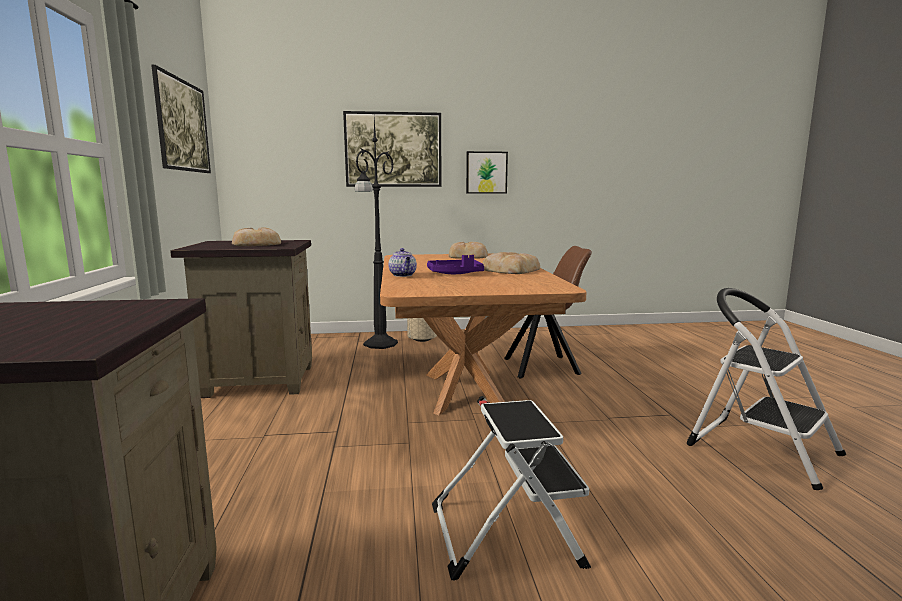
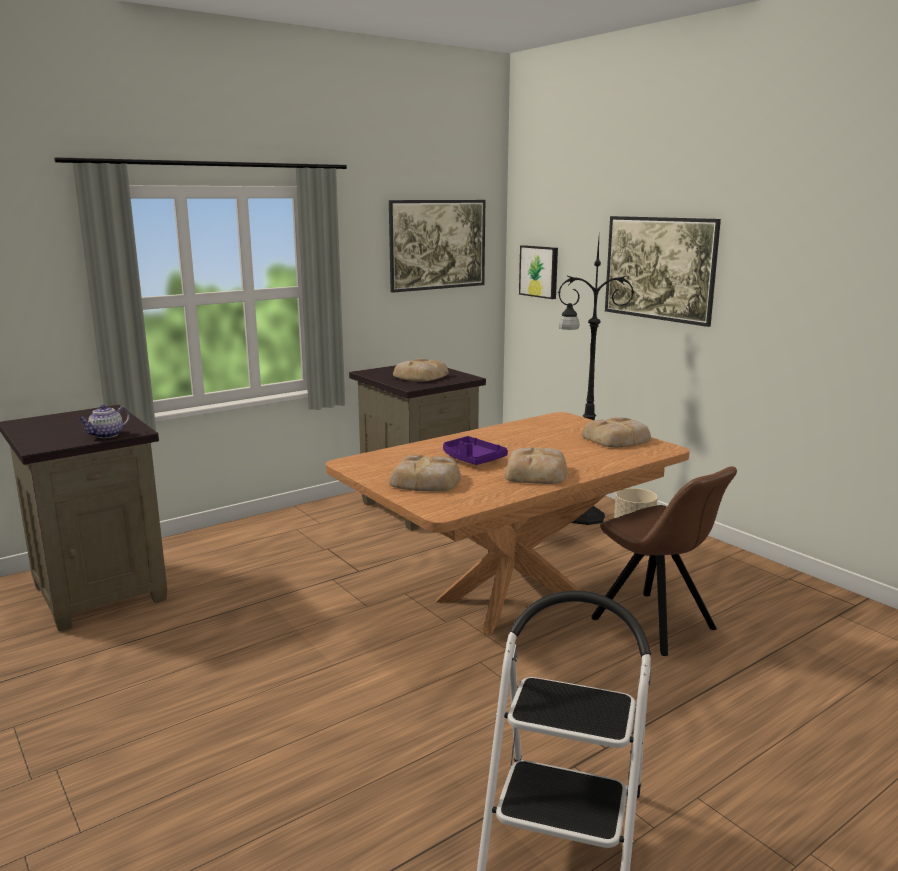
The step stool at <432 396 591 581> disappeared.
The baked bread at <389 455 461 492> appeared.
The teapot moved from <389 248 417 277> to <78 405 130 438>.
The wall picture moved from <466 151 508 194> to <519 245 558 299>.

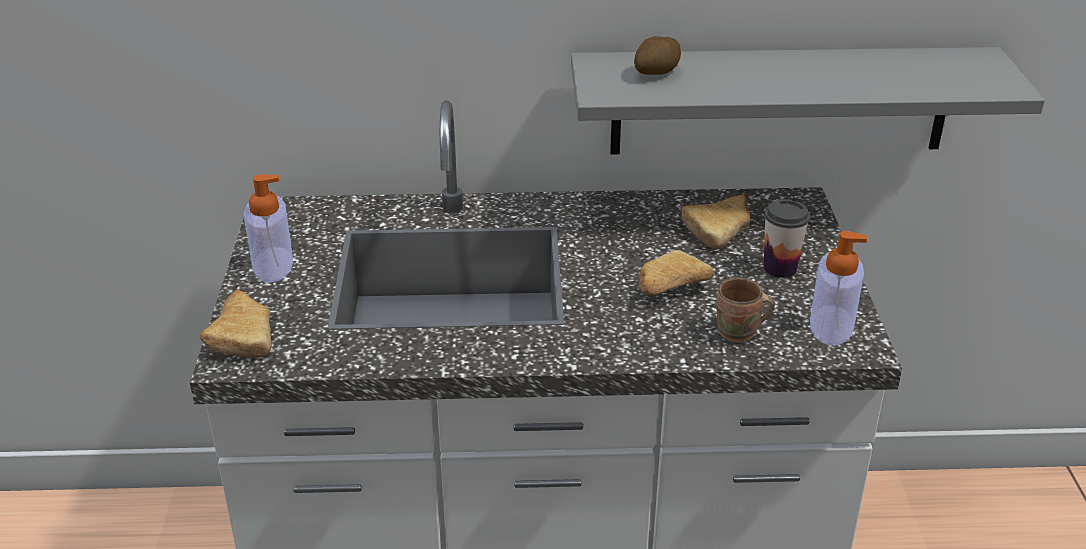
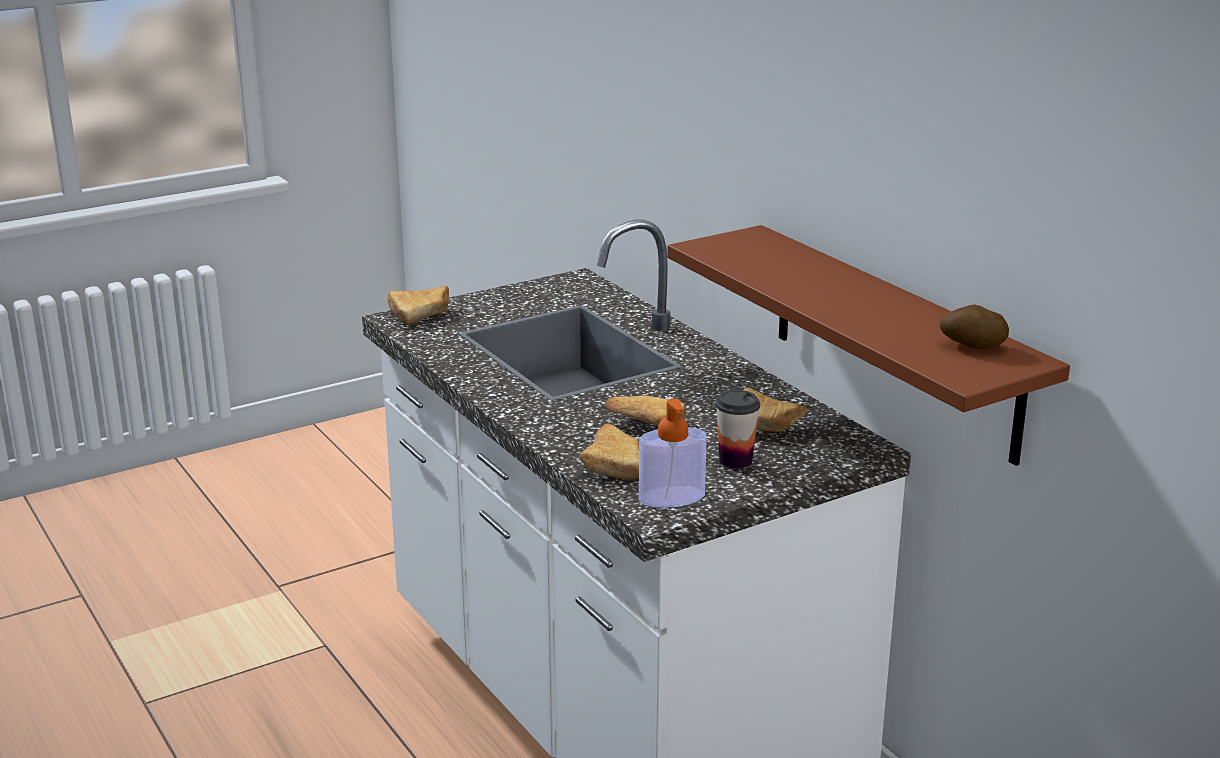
The liquid soap bottle at <244 174 293 283> disappeared.
The spud moved from <634 36 681 75> to <939 305 1009 349>.
The brown-coloured mug at <716 278 775 343> was replaced by the baked bread at <579 423 639 480>.
The gray wall shelf at <571 47 1045 154> became the brown-coloured wall shelf at <667 225 1070 466>.

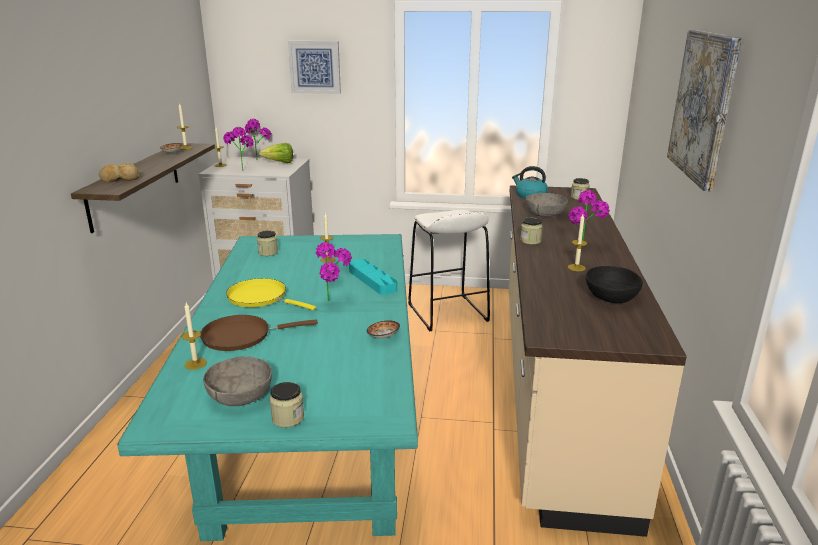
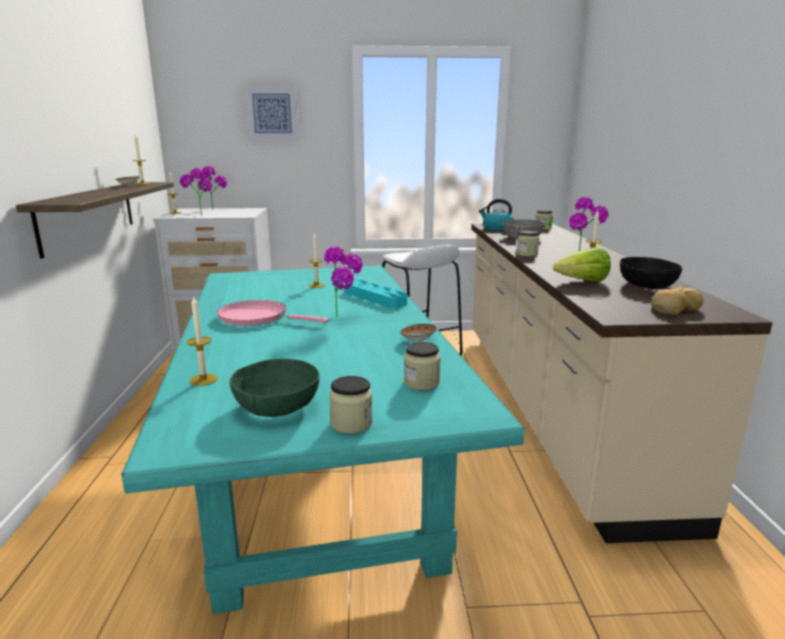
The brown-coloured frying pan at <200 315 318 351> disappeared.
The wall picture at <667 30 742 191> disappeared.
The baked bread moved from <99 163 139 182> to <651 286 703 315>.
The jar moved from <257 230 278 256> to <404 342 440 390>.
The lettuce moved from <259 143 293 163> to <553 247 611 282>.
The gray serving bowl at <203 356 272 406> became the green serving bowl at <230 359 320 417>.
The yellow-coloured frying pan at <226 278 316 310> became the pink frying pan at <217 300 329 326>.

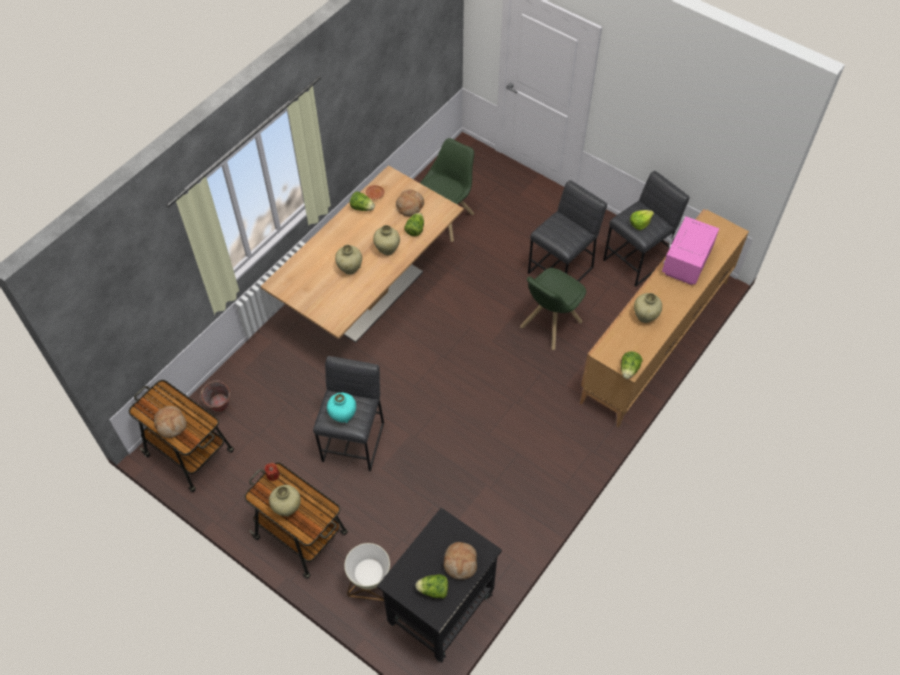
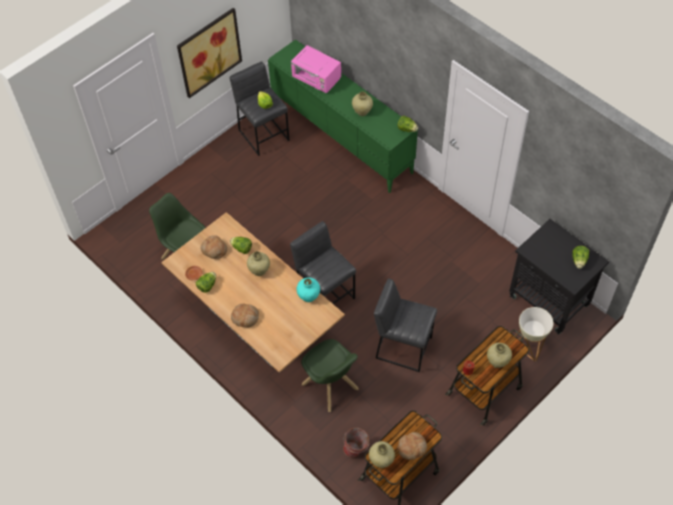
The wall picture at <177 8 242 98> appeared.
The turquoise-coloured vase moved from <327 392 356 423> to <297 278 320 302>.
The beige-coloured vase moved from <335 245 362 275> to <369 441 395 468>.
The baked bread moved from <444 542 477 580> to <231 304 259 327>.
The green chair moved from <520 268 586 350> to <301 339 359 412>.
The gray sitting stool moved from <528 180 607 282> to <290 221 356 304>.
The brown-coloured cupboard at <580 209 749 428> became the green cupboard at <268 39 418 193>.

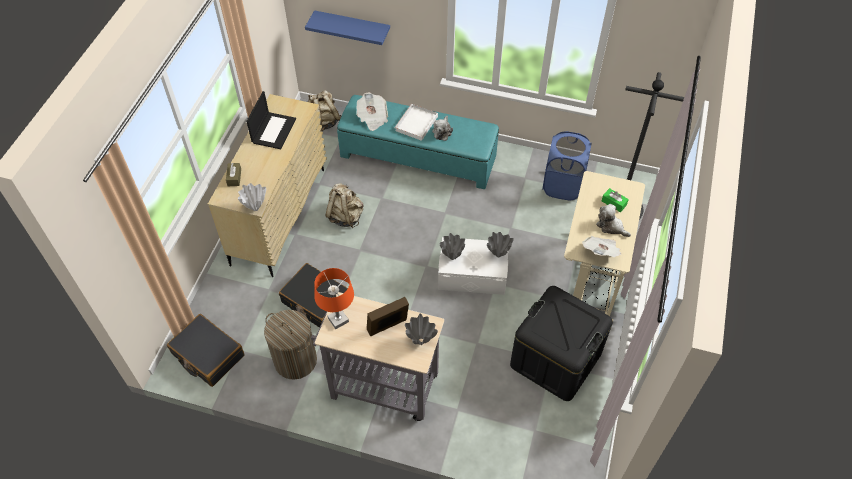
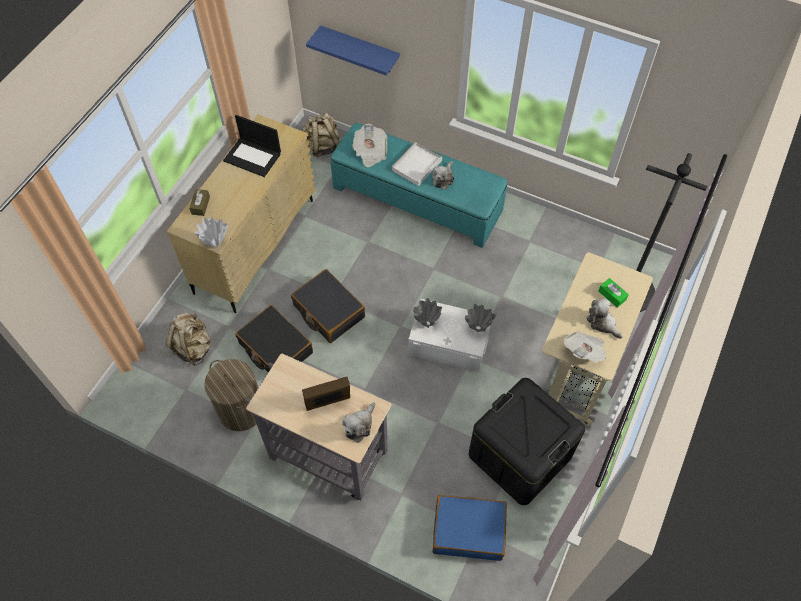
The orange lamp for a table at <314 268 354 329> disappeared.
The blue washing basket at <542 131 592 200> disappeared.
The blue suitcase at <433 495 507 561> appeared.
The blackish suitcase moved from <167 314 244 387> to <291 269 365 343>.
The beige-coloured backpack moved from <325 184 363 228> to <166 313 211 366>.
The gray vase at <405 314 438 345> was replaced by the soft toy at <342 402 375 443>.
The portable computer at <246 91 296 149> turned 90 degrees clockwise.

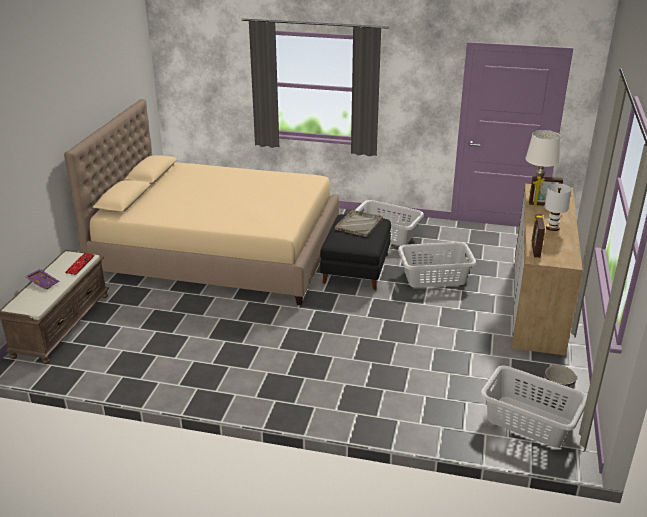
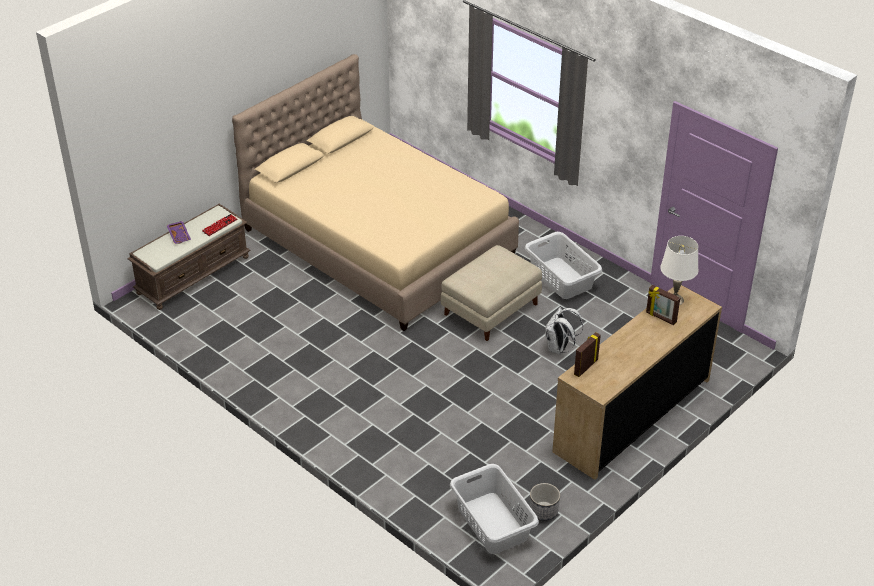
The gray serving tray at <335 210 383 237> disappeared.
The white-coloured lamp for a table at <544 183 572 231> disappeared.
The gray washing basket at <398 242 476 287> was replaced by the white-coloured backpack at <545 307 583 354>.
The blackish ottoman at <320 214 391 290> became the beige-coloured ottoman at <441 245 542 341>.

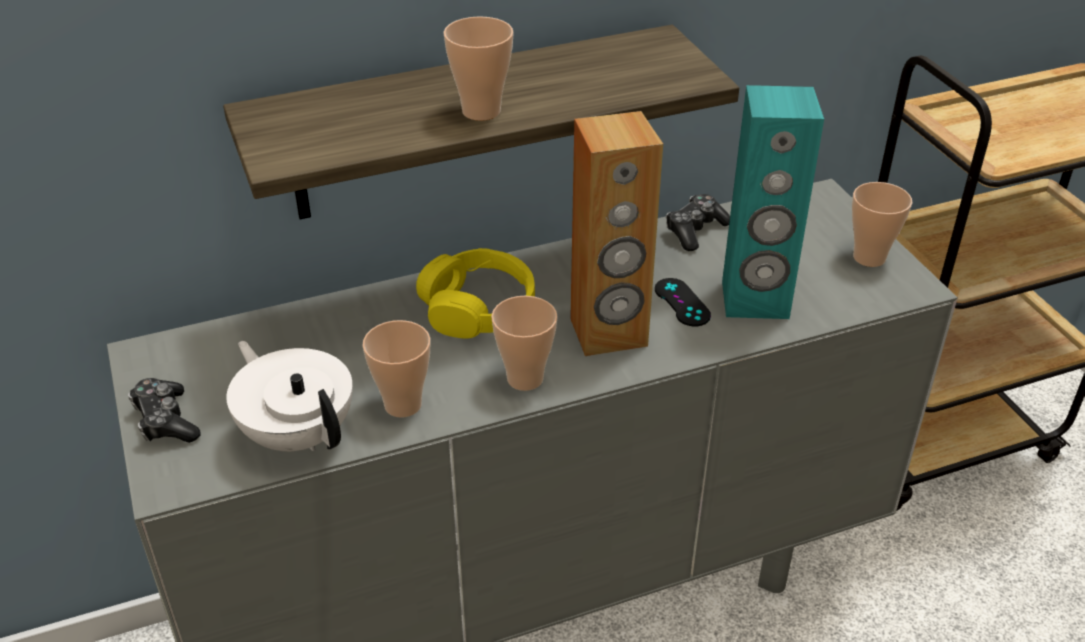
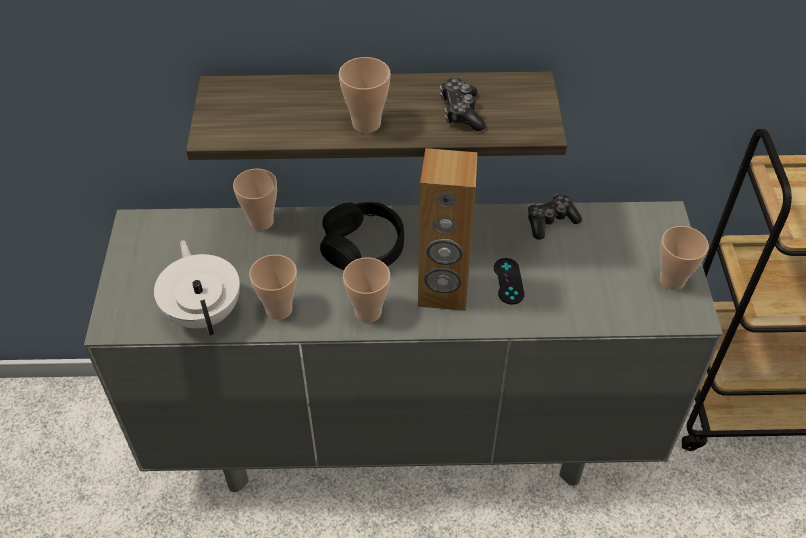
The turquoise-coloured audio speaker at <722 85 824 319> disappeared.
The cup at <233 169 277 231> appeared.
The gamepad moved from <128 378 201 443> to <440 78 486 131>.
The yellow-coloured headphones at <416 248 535 339> became the blackish headphones at <320 202 404 270>.

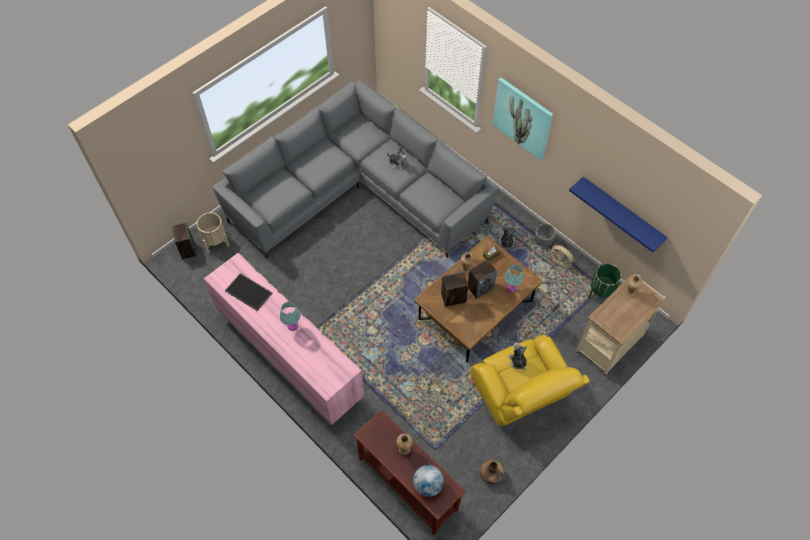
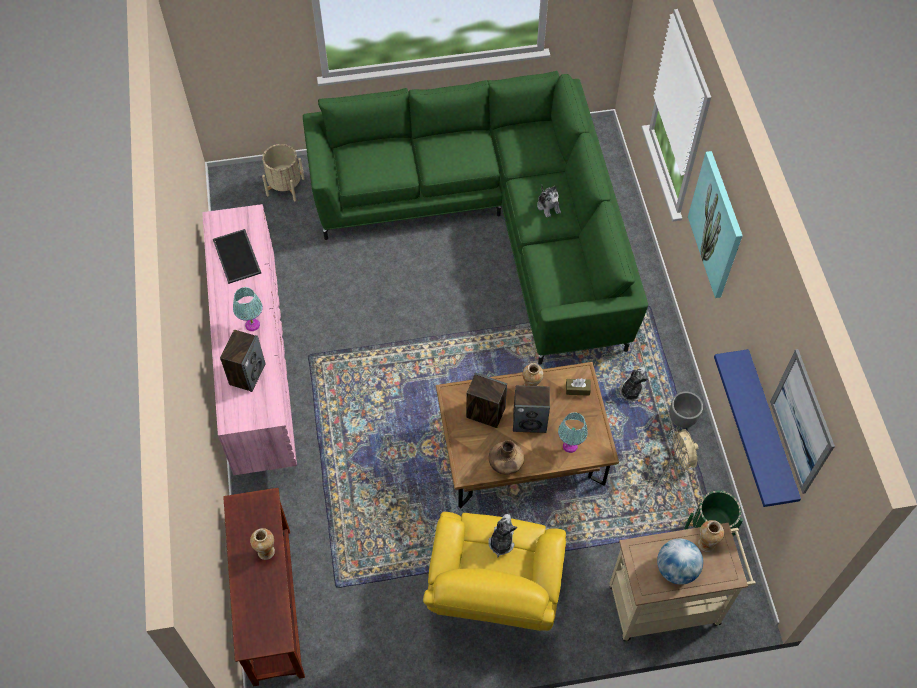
The wall picture at <770 349 835 494> appeared.
The audio speaker moved from <172 222 197 259> to <220 330 266 392>.
The world globe moved from <413 465 444 497> to <657 539 703 585>.
The brown-coloured vase moved from <480 460 504 484> to <489 440 524 475>.
The gray settee at <213 80 499 259> became the green settee at <303 71 648 365>.

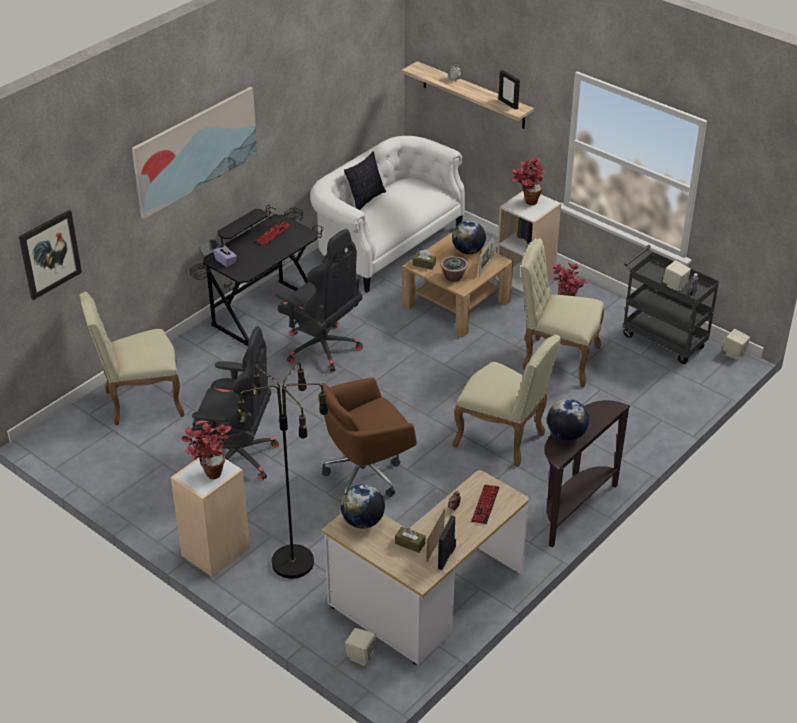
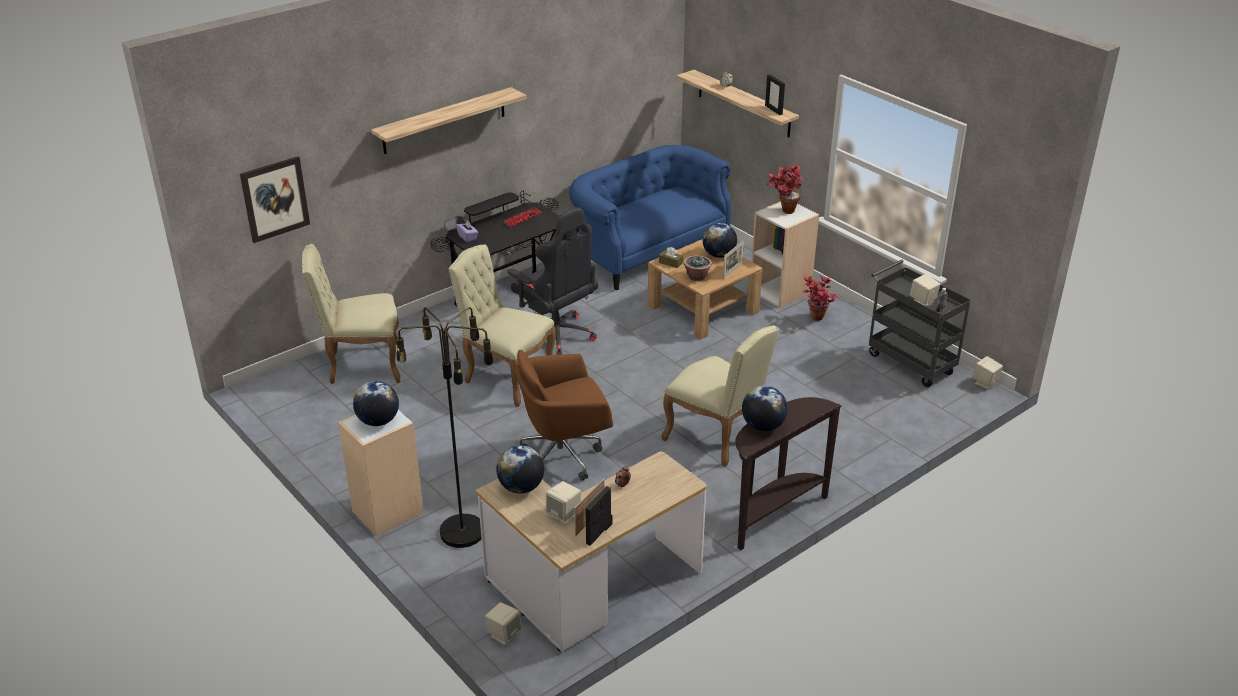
The blackish computer chair at <191 326 279 480> disappeared.
The throw pillow at <344 151 386 210> disappeared.
The computer keyboard at <471 484 500 524> disappeared.
The beige-coloured chair moved from <521 238 604 388> to <448 244 556 407>.
The wall picture at <132 87 258 219> was replaced by the wall shelf at <371 87 527 154>.
The houseplant at <181 422 232 479> was replaced by the world globe at <353 381 399 426>.
The brown-coloured tissue box at <395 527 425 553> was replaced by the beige-coloured audio speaker at <545 481 581 524>.
The white-coloured settee at <310 136 465 293> became the blue settee at <569 145 731 290>.

